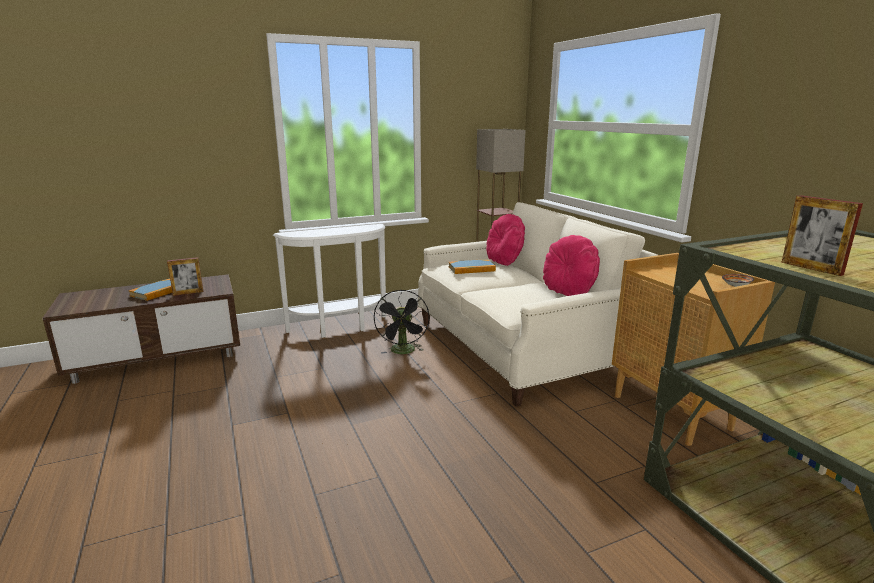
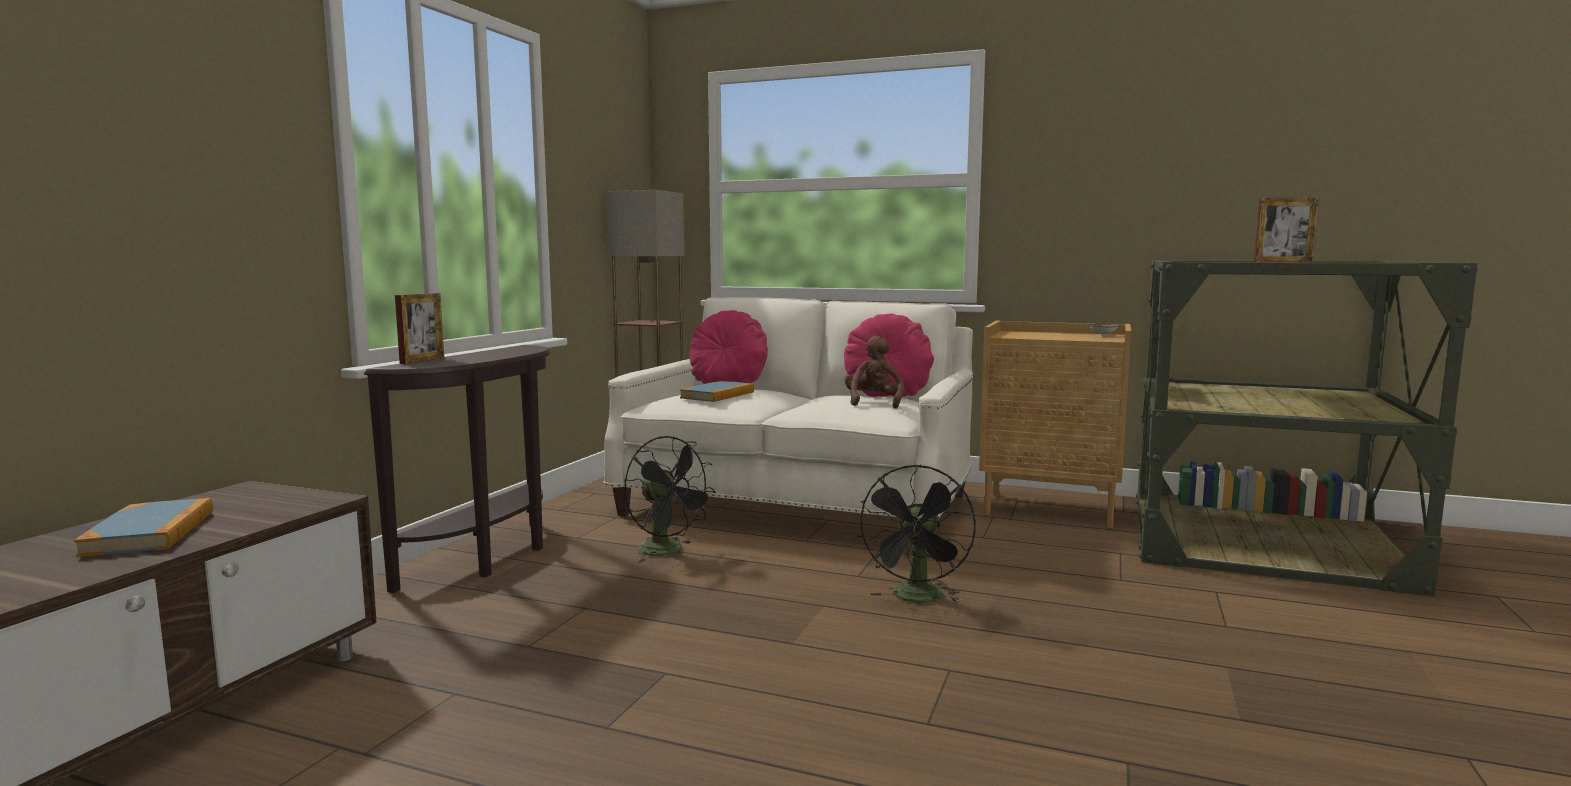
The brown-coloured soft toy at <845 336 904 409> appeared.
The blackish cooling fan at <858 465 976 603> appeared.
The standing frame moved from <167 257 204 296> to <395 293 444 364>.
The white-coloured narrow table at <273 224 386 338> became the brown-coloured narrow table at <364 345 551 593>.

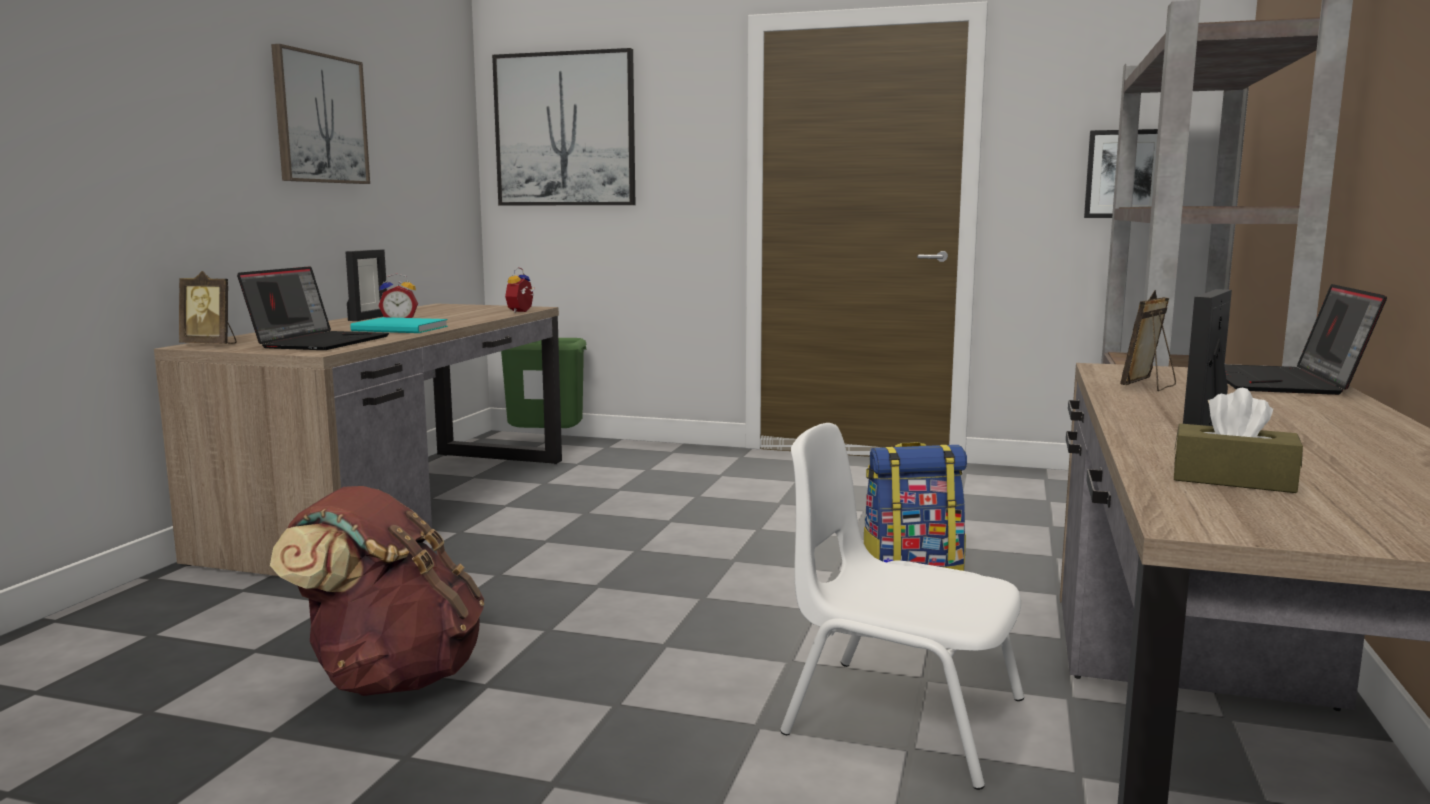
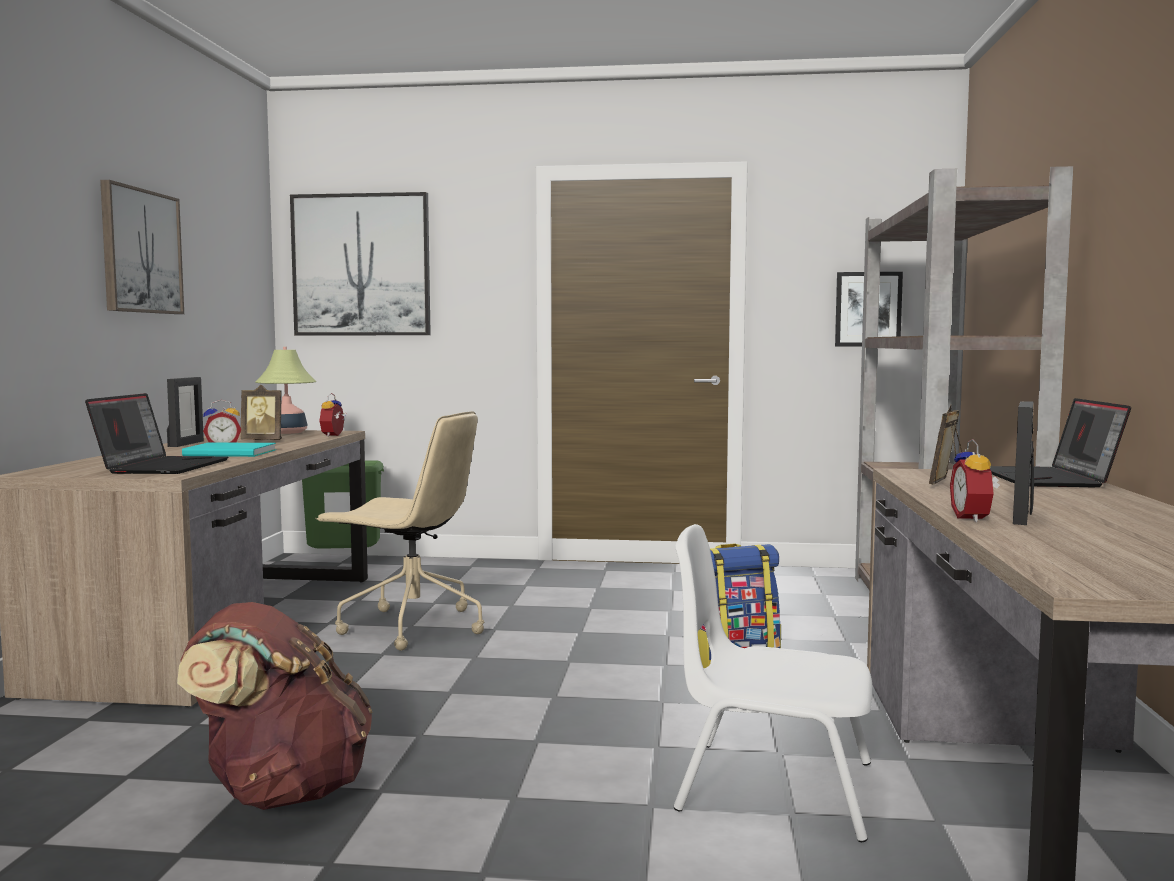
The brown-coloured tissue box at <1174 388 1303 493> disappeared.
The lamp for a table at <255 347 316 434> appeared.
The beige-coloured computer chair at <315 411 484 651> appeared.
The table clock at <950 439 1000 522> appeared.
The standing frame moved from <179 271 237 344> to <241 385 282 440>.

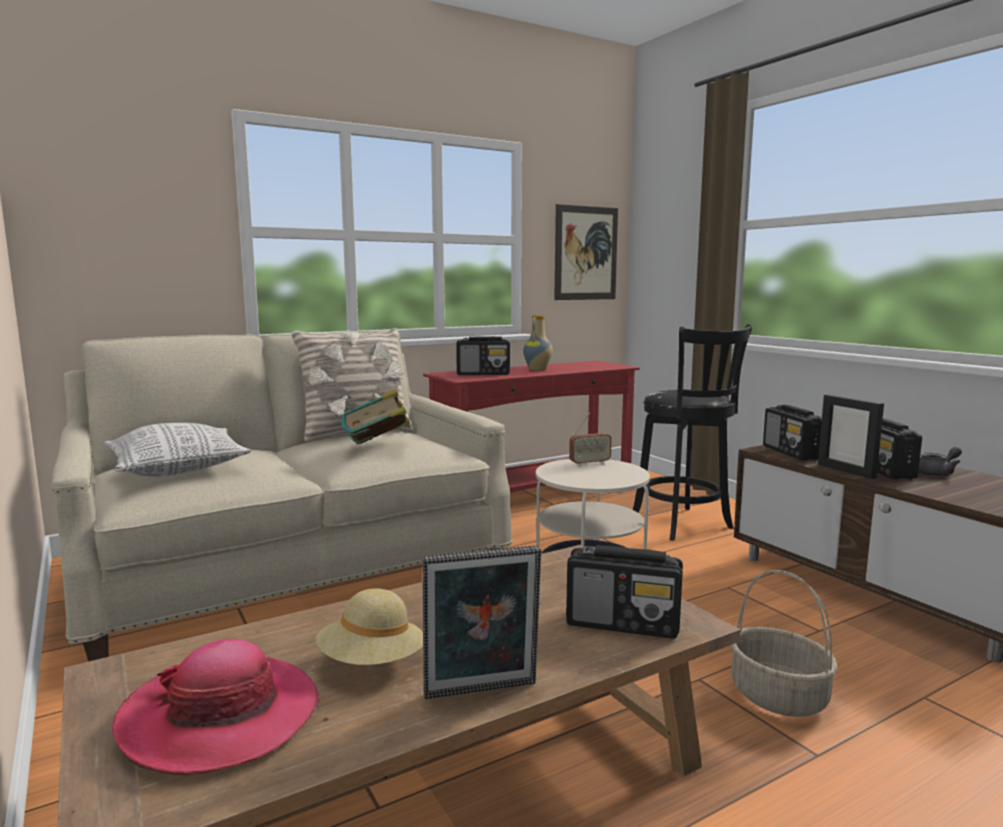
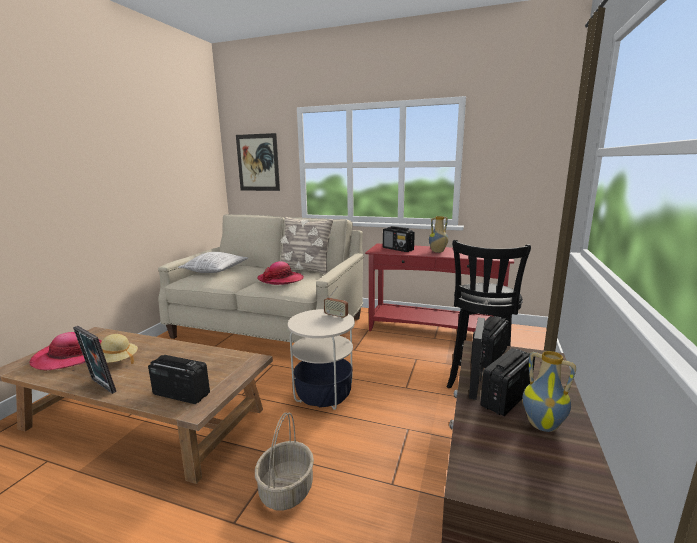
The wall picture moved from <554 204 618 300> to <236 133 280 191>.
The volume at <341 389 410 444> was replaced by the clothing hat at <257 261 304 285>.
The gray teapot at <918 447 962 477> was replaced by the vase at <523 351 576 432>.
The radio at <566 545 683 639> turned 135 degrees clockwise.

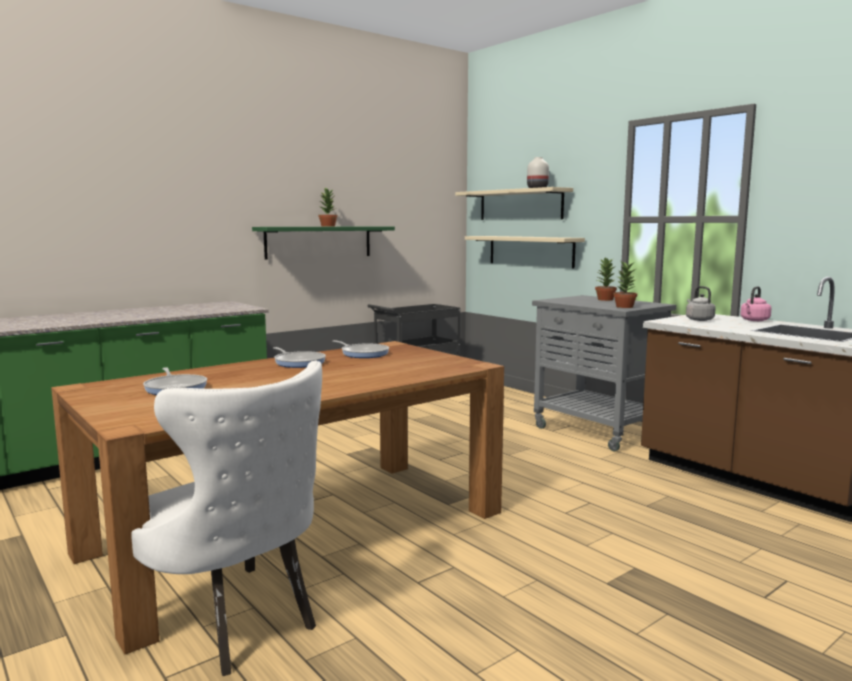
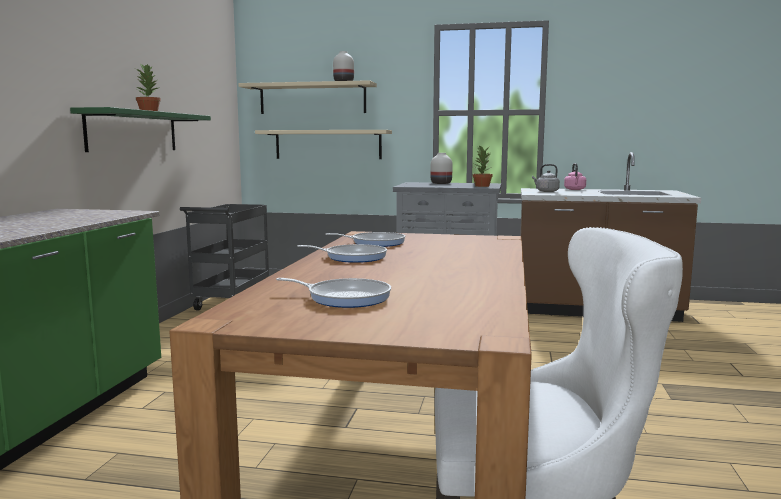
The houseplant at <595 258 617 301> was replaced by the white-coloured vase at <431 153 453 184>.

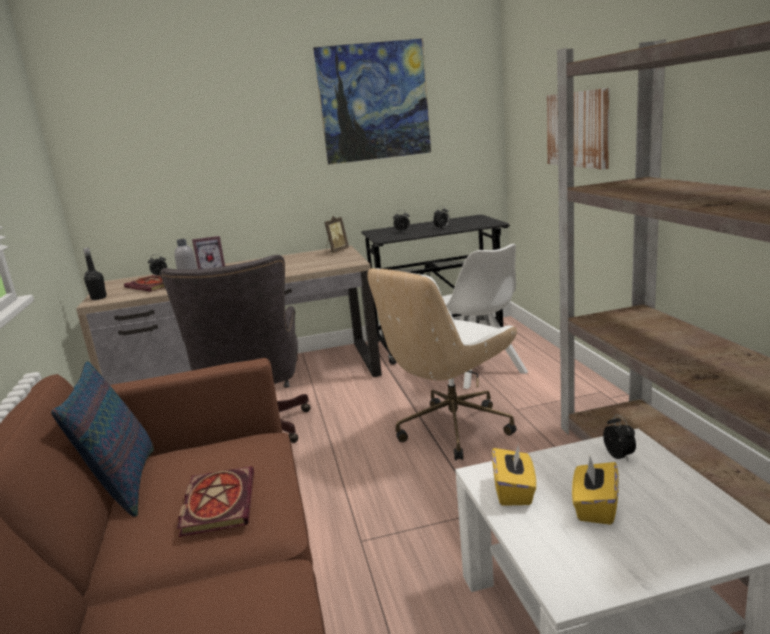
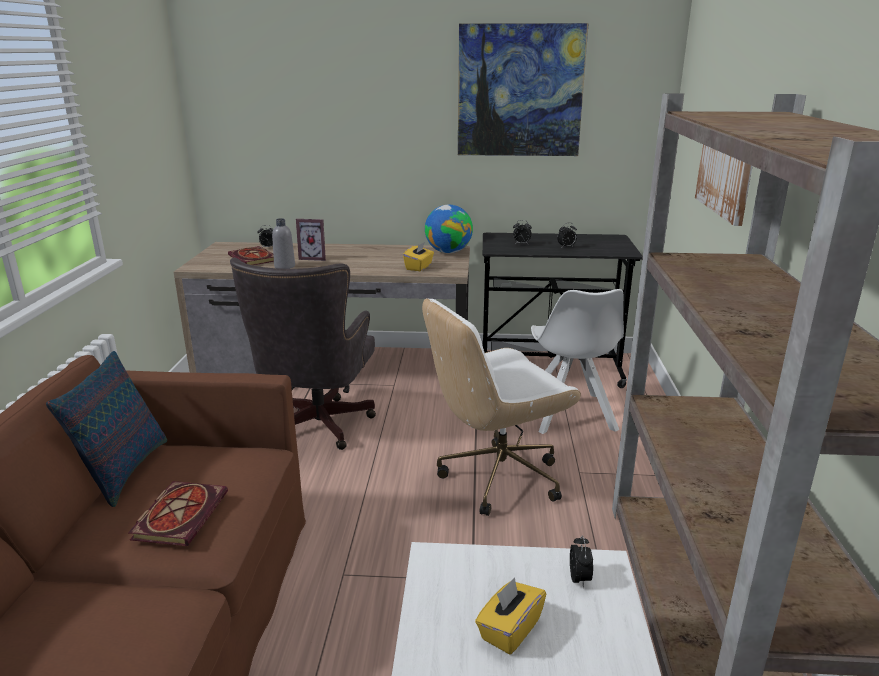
The blackish drink bottle at <83 248 106 300> disappeared.
The yellow-coloured tissue box moved from <492 444 536 506> to <403 242 434 271>.
The standing frame at <324 216 349 253> was replaced by the world globe at <425 204 473 253>.

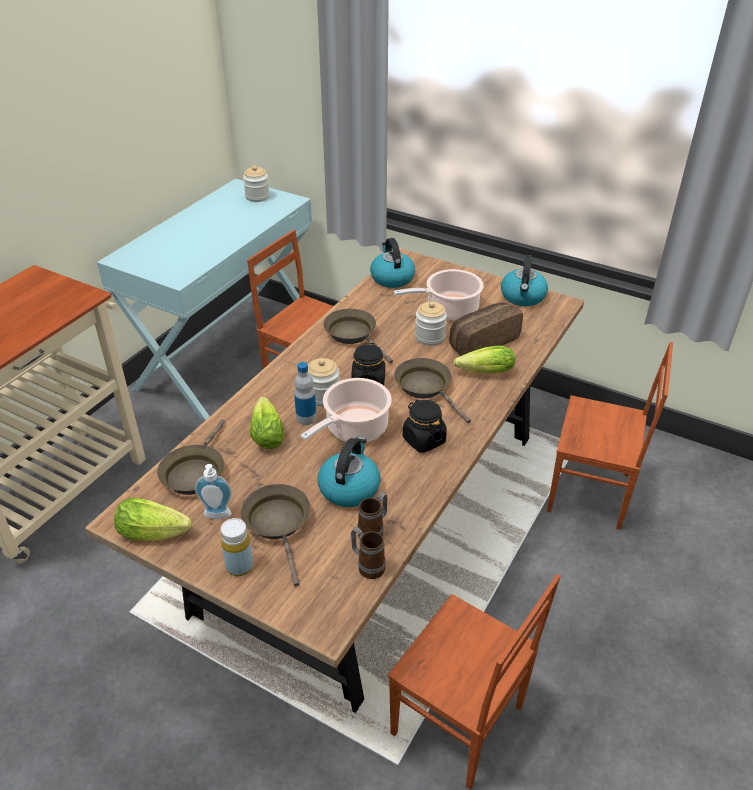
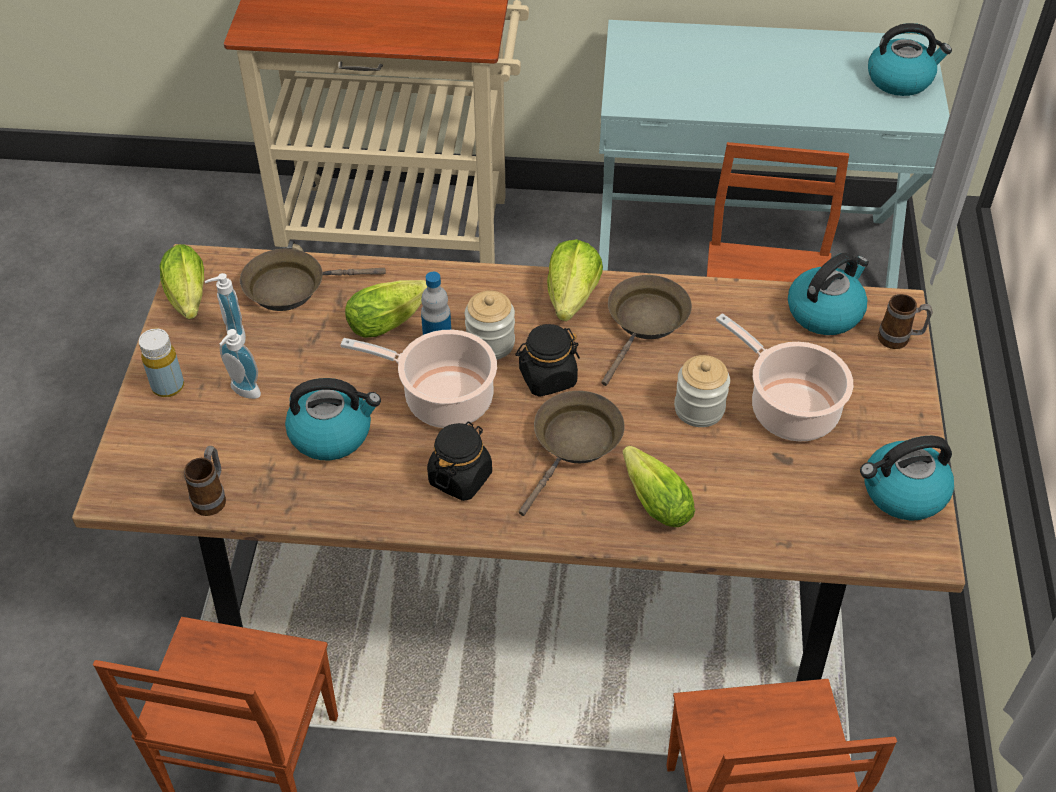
The baked bread at <449 303 523 356> disappeared.
The lettuce at <547 239 603 321> appeared.
The mug moved from <357 492 388 539> to <878 294 933 349>.
The brown-coloured frying pan at <240 484 310 586> was replaced by the liquid soap bottle at <220 329 261 399>.
The jar at <243 166 270 202> was replaced by the tea kettle at <868 23 952 96>.

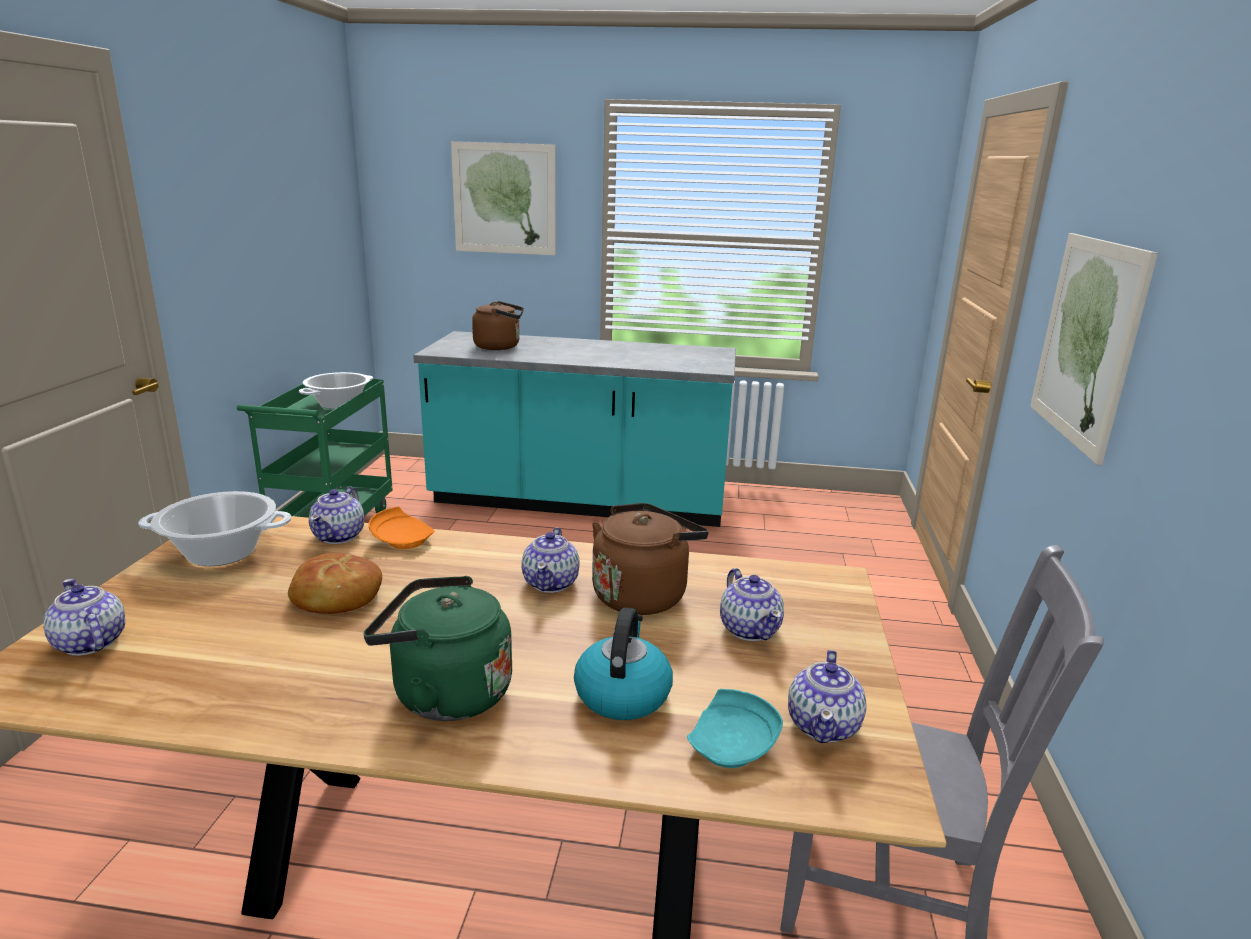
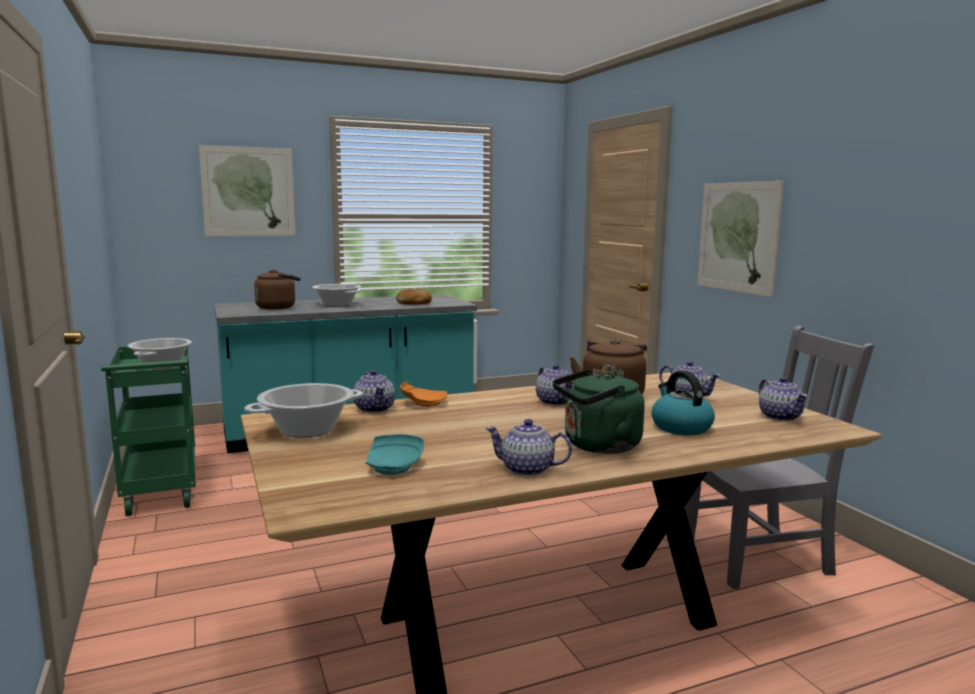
The stockpot at <312 284 361 307> appeared.
The teapot moved from <43 579 125 656> to <485 419 572 476>.
The baked bread moved from <288 553 382 614> to <396 289 432 305>.
The turquoise-coloured dinner plate moved from <687 689 783 768> to <365 434 424 475>.

